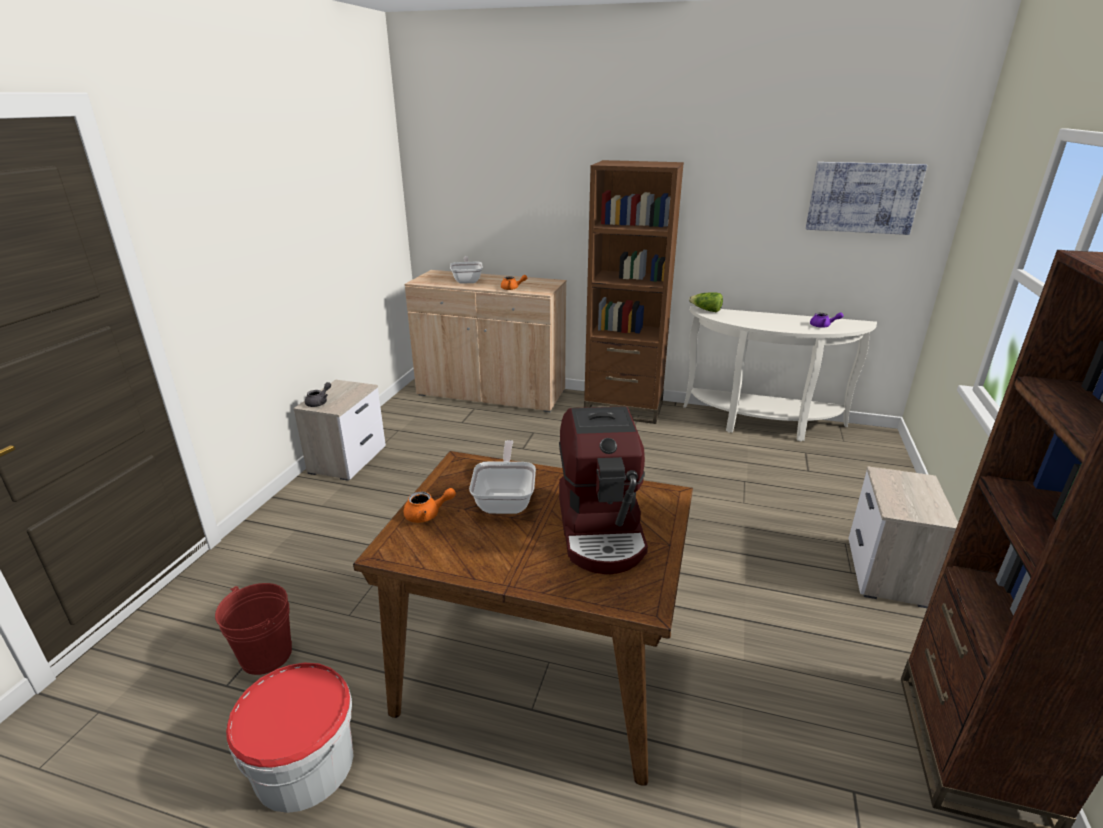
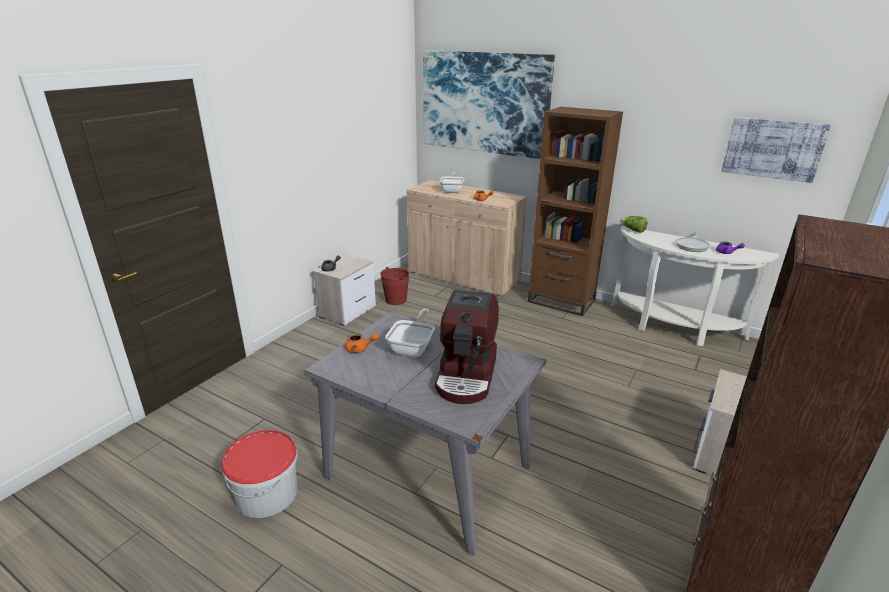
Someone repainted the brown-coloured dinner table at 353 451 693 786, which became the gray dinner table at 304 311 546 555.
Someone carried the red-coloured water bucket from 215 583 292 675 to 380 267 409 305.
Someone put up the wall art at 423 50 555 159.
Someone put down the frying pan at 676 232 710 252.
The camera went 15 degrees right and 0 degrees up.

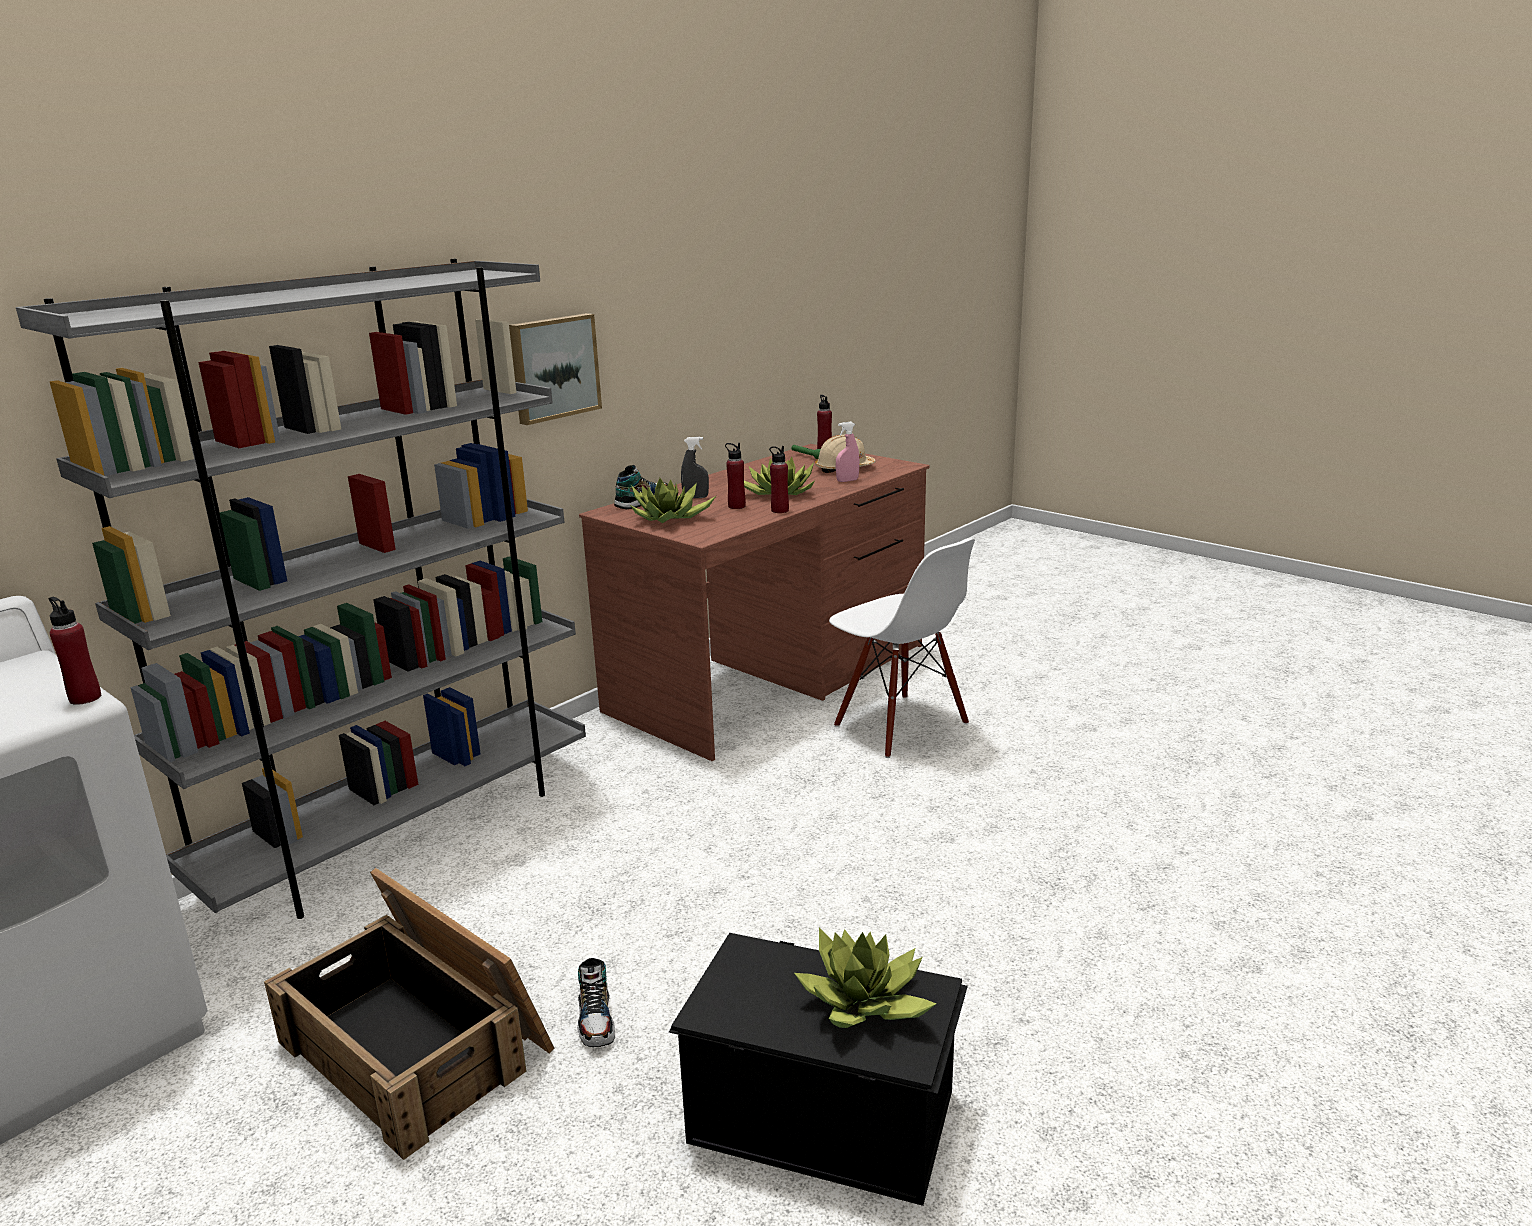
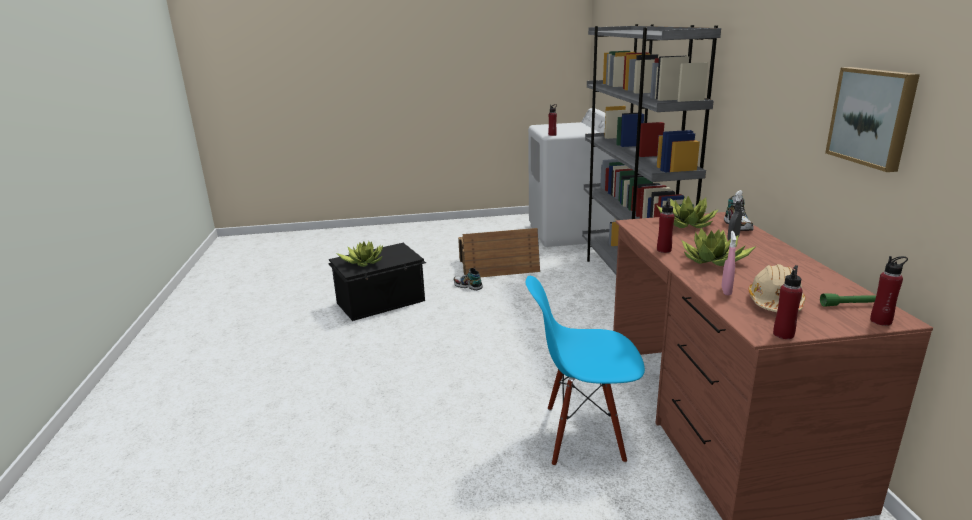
Someone repainted the white-coloured upright chair at 829 539 975 758, which became the blue upright chair at 526 276 645 466.
Someone carried the red-coloured beverage bottle from 725 443 746 509 to 773 265 803 339.
Someone carried the wall art from 509 313 602 425 to 825 67 920 172.
The camera went 130 degrees right and 0 degrees up.

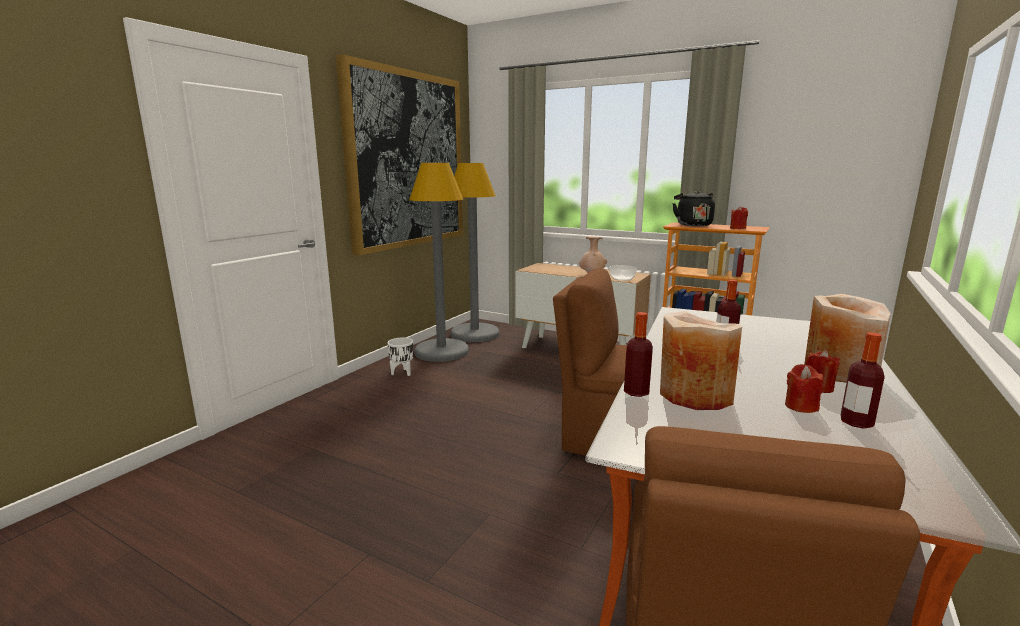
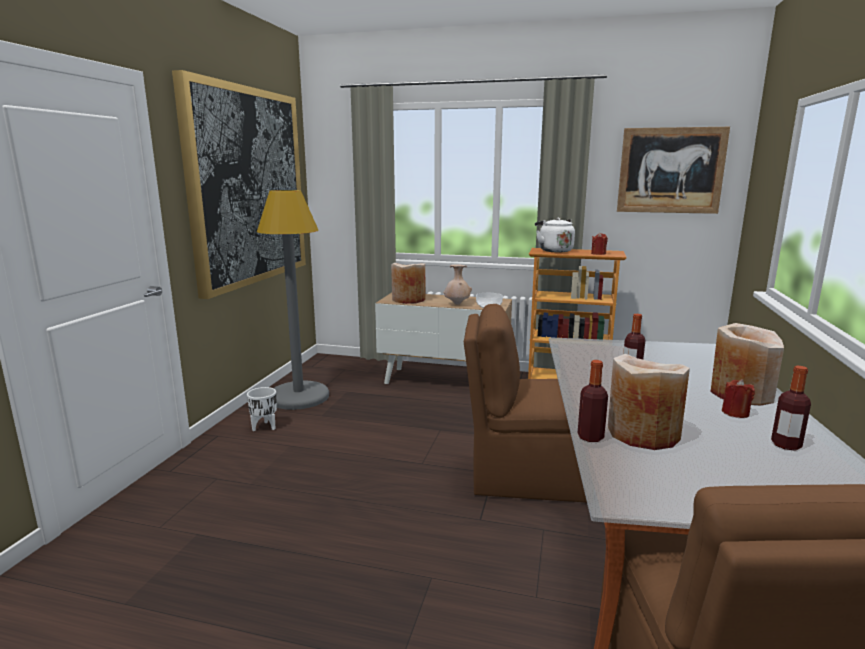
Someone put down the beige vase at 391 263 426 304.
Someone repainted the black water kettle at 672 191 715 226, which became the white-coloured water kettle at 535 218 575 252.
Someone put up the wall art at 617 127 730 214.
Someone took away the gray standing lamp at 450 163 500 342.
Someone took away the red-coloured candle at 785 364 823 413.
The camera went 15 degrees left and 0 degrees up.

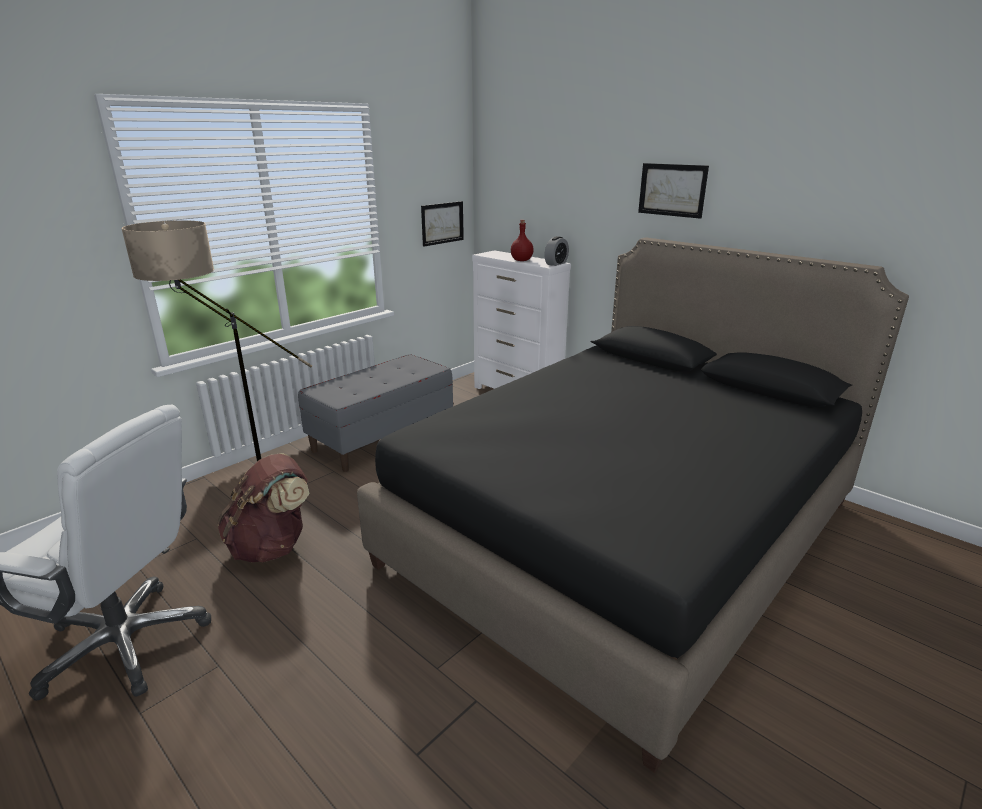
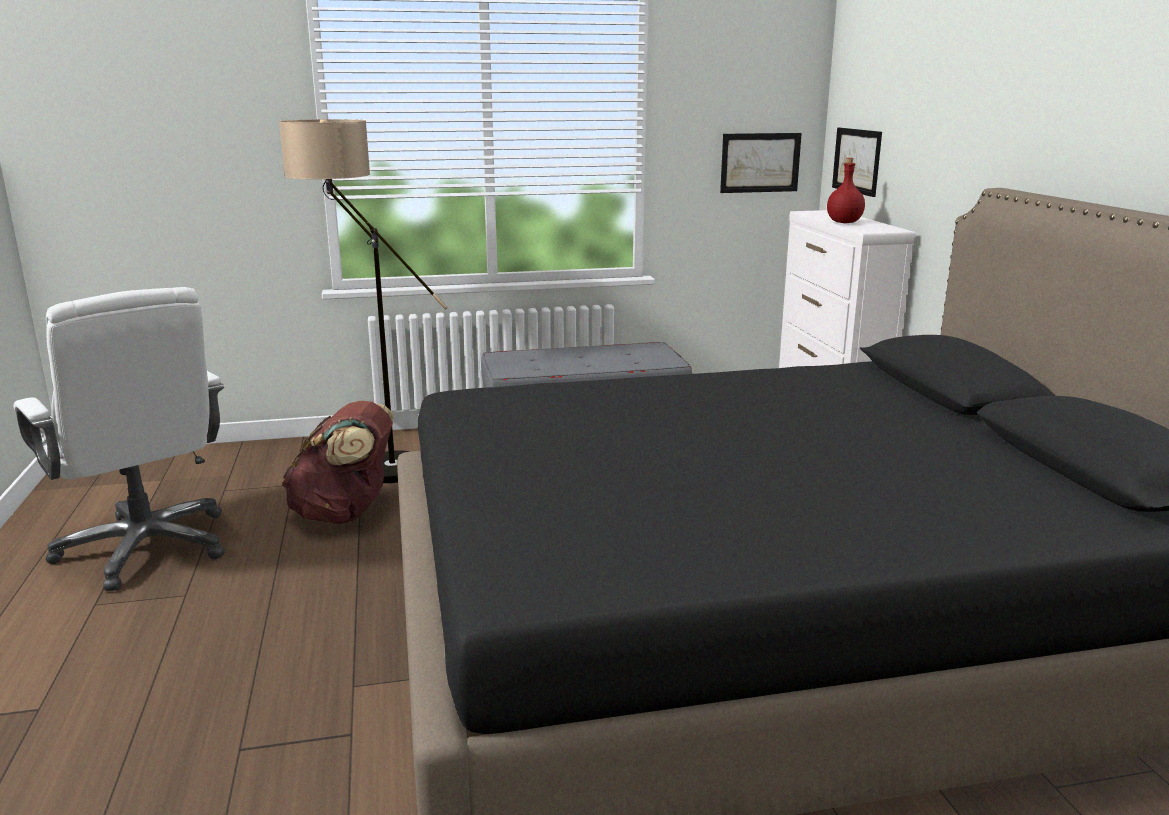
Someone carried the wall art from 638 163 709 219 to 832 128 882 197.
Someone took away the table clock at 544 236 569 266.
The camera went 35 degrees right and 5 degrees down.

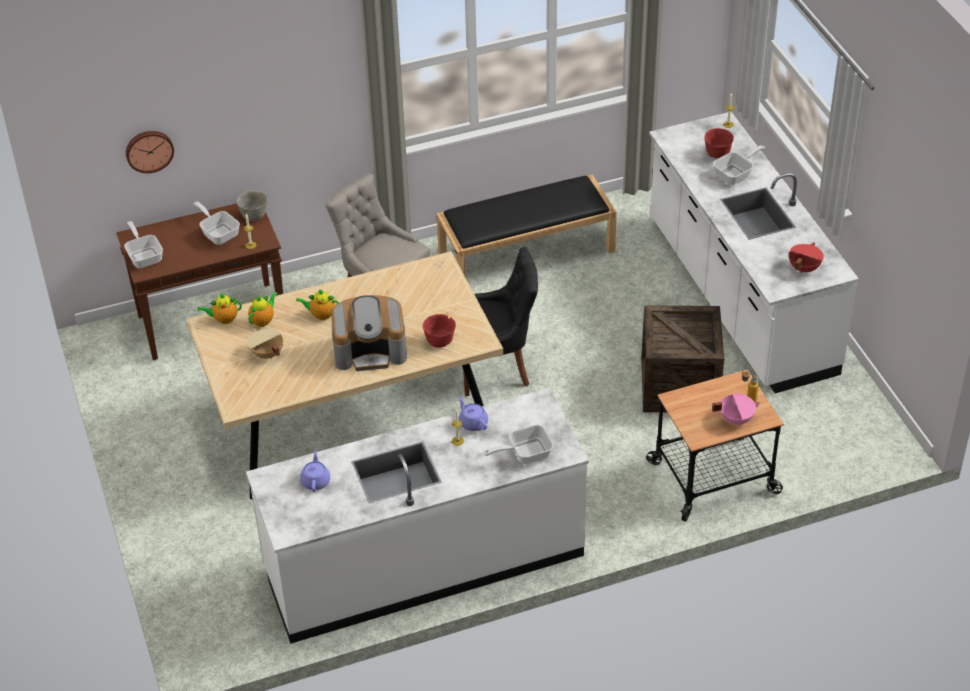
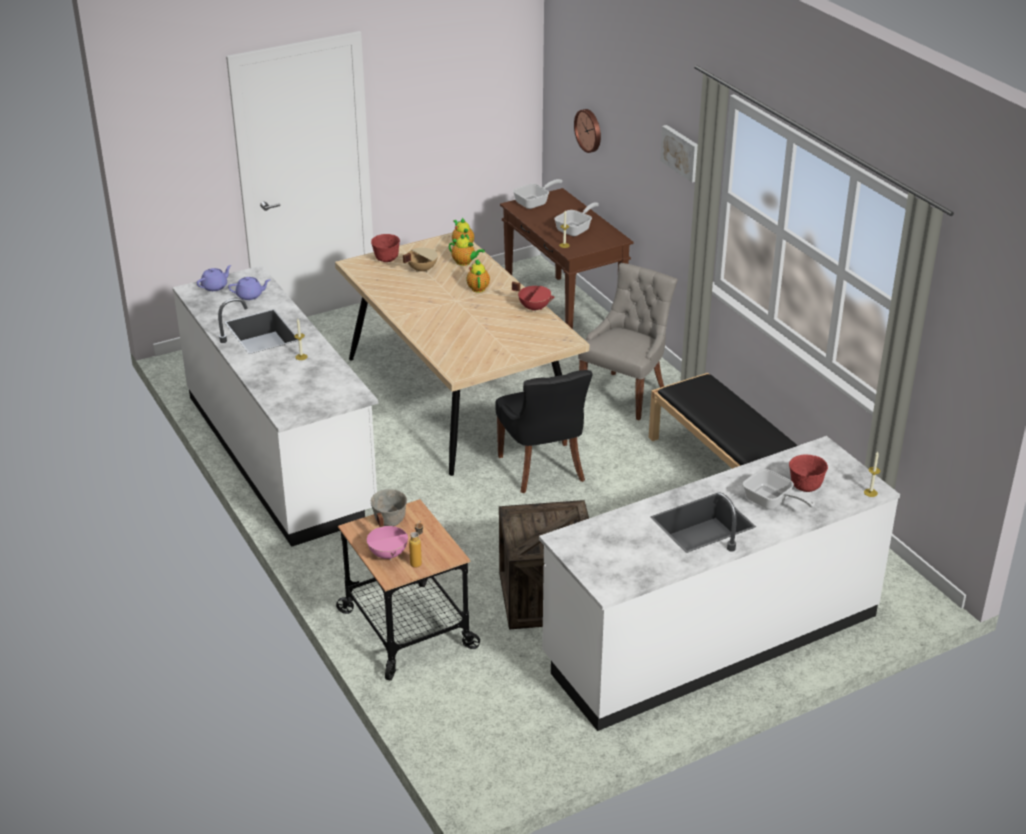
Someone carried the purple-coloured pot for tea from 458 397 488 431 to 197 265 231 291.
Someone carried the red-coloured serving bowl from 423 314 456 348 to 371 234 400 262.
Someone carried the gray serving bowl from 237 190 268 221 to 371 489 407 526.
Someone carried the red-coloured stockpot from 789 242 824 273 to 512 282 555 312.
Someone put up the wall art at 660 125 698 183.
Someone took away the coffee maker at 331 295 407 371.
Someone took away the frying pan at 484 425 554 464.
The camera went 80 degrees right and 10 degrees down.

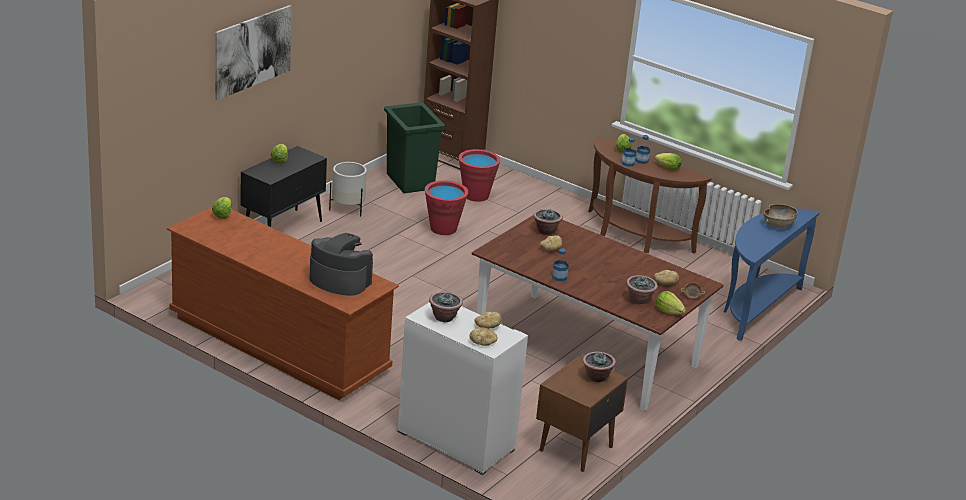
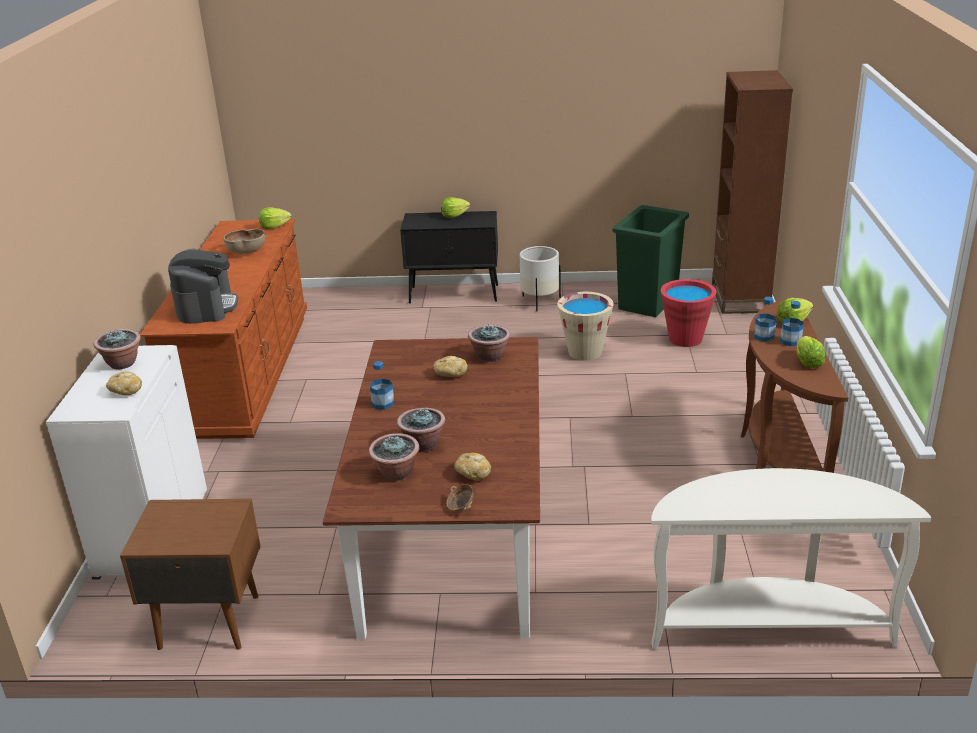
Someone carried the brown-coloured serving bowl from 763 204 798 228 to 223 229 265 254.
Someone carried the plant in a pot from 583 352 616 382 to 397 408 445 452.
Someone repainted the red-coloured water bucket at 425 180 468 235, which became the beige water bucket at 557 292 614 361.
Someone repainted the blue narrow table at 724 209 820 341, which became the white-coloured narrow table at 651 468 931 649.
Someone took away the wall art at 215 5 292 100.
Someone took away the bakery bread at 469 328 497 346.
Someone took away the lettuce head at 656 291 686 314.
The camera went 60 degrees right and 0 degrees up.

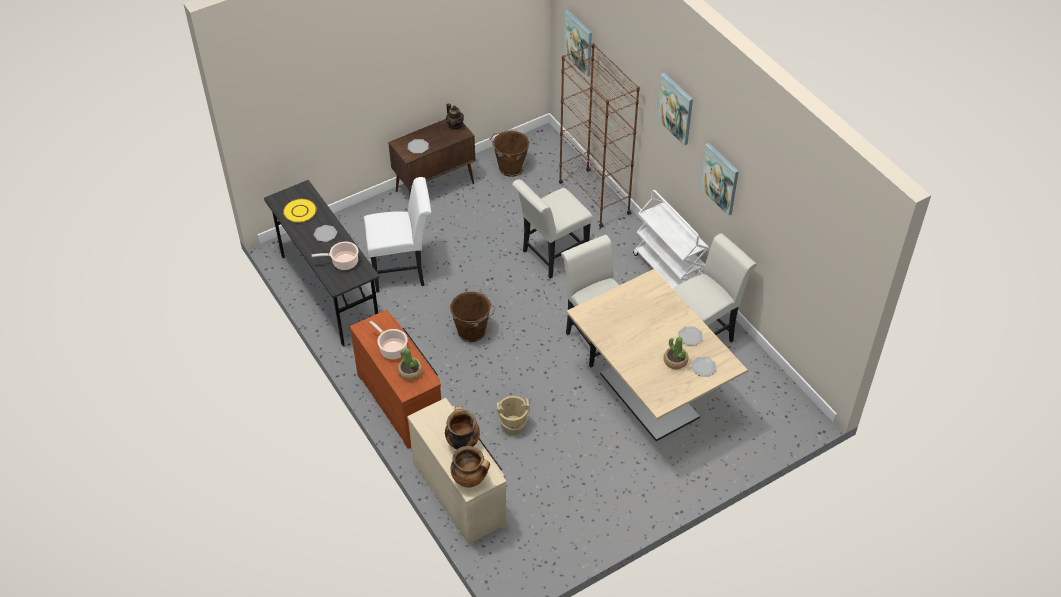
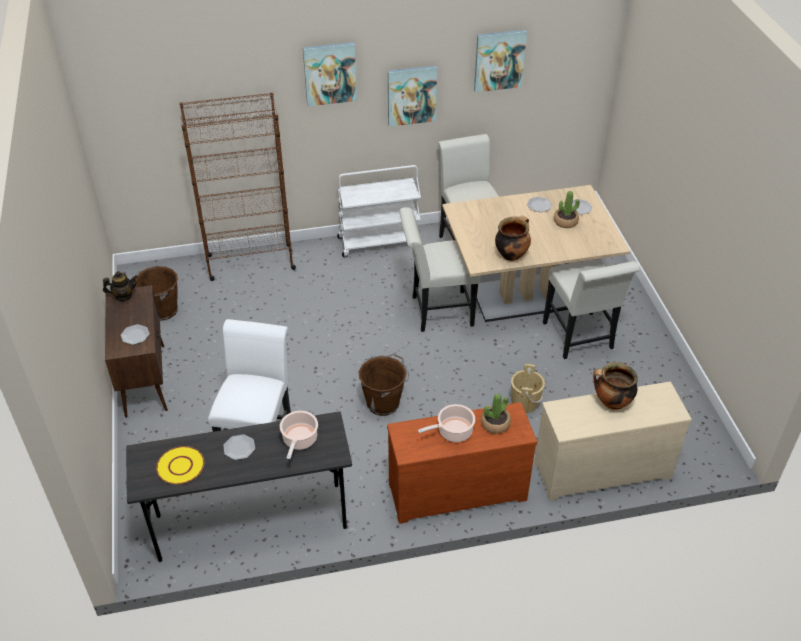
Someone carried the wall art from 563 9 592 77 to 474 30 527 92.
Someone carried the stockpot from 450 446 490 488 to 495 215 531 261.
Someone carried the white-coloured upright chair from 512 179 593 279 to 543 259 640 359.
The camera went 70 degrees left and 5 degrees down.

